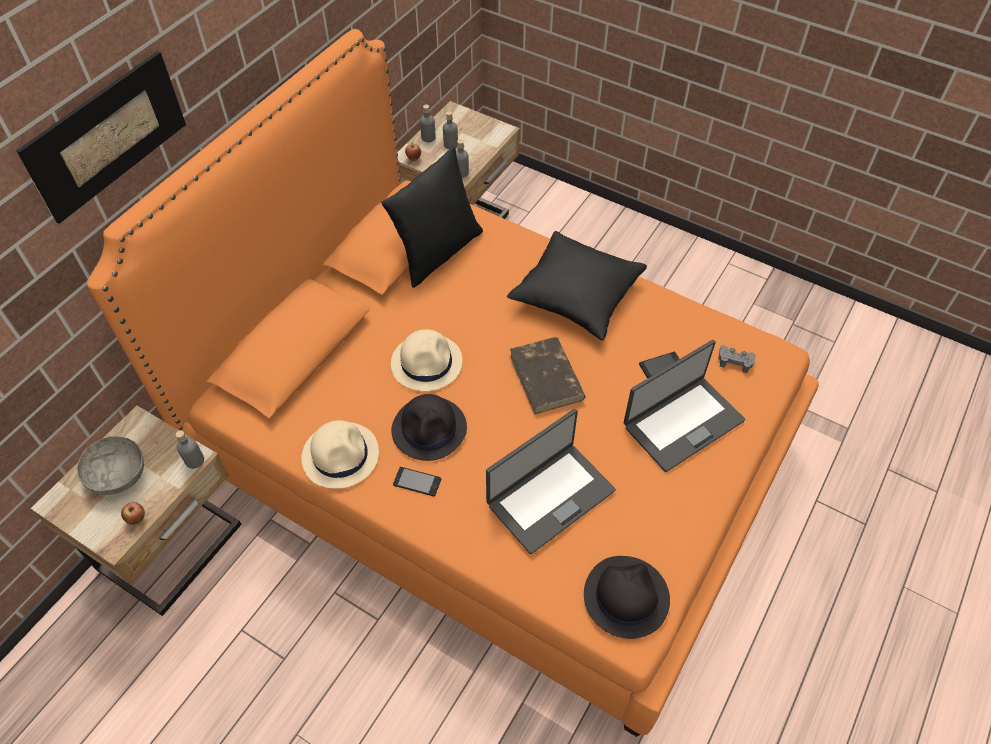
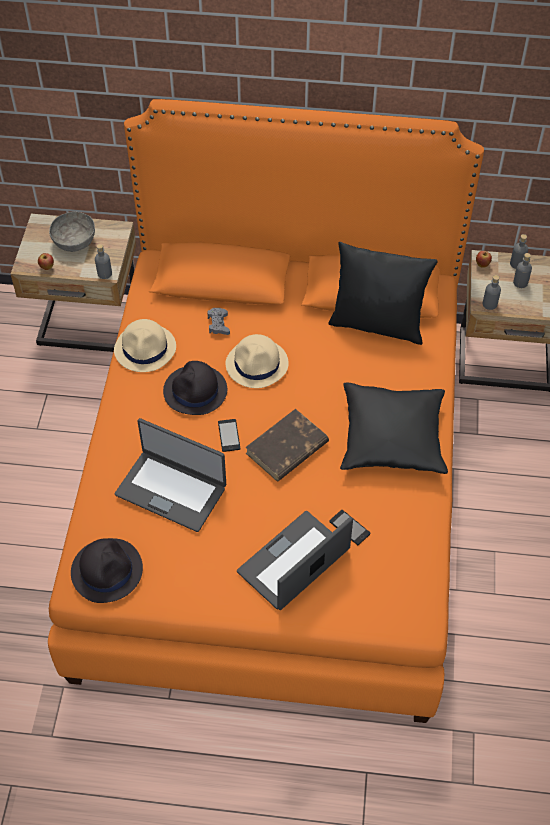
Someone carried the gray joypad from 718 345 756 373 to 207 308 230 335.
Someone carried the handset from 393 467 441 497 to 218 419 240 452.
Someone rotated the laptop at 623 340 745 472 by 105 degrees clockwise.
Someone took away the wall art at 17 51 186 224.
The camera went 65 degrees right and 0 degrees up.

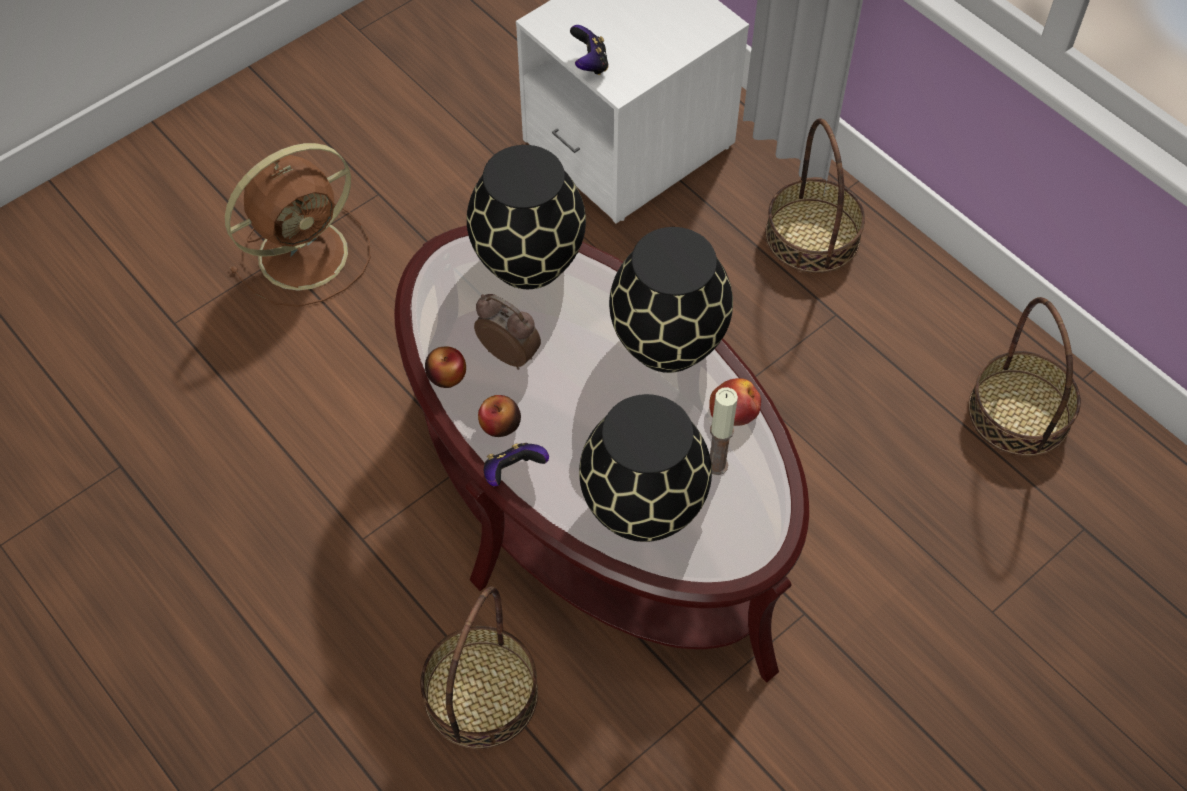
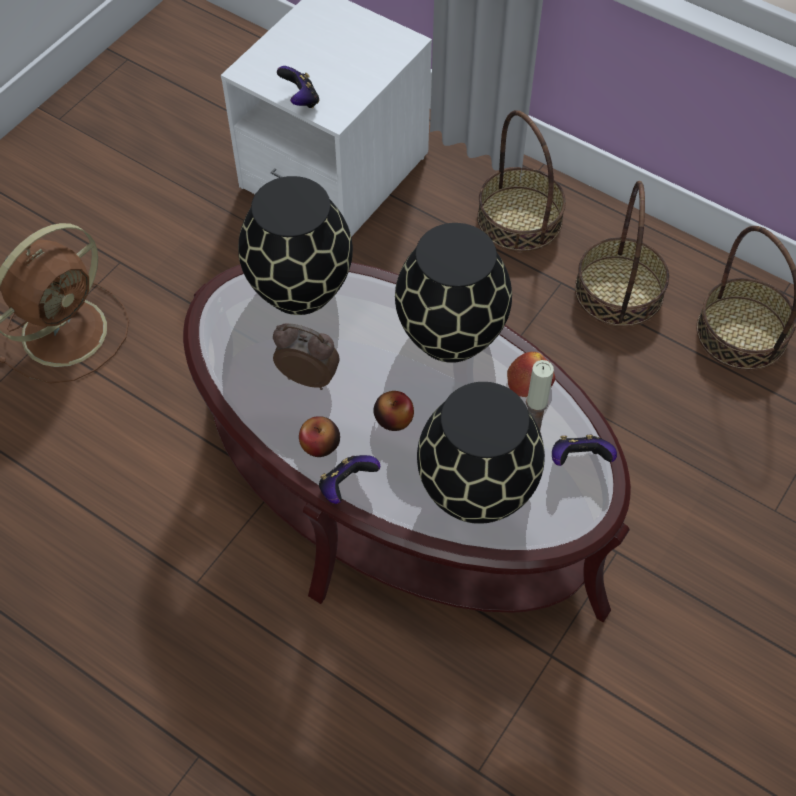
Someone carried the apple from 425 347 466 388 to 373 391 414 431.
Someone put down the joypad at 552 435 617 466.
Someone carried the storage basket from 420 587 538 749 to 575 181 669 327.
The camera went 15 degrees left and 0 degrees up.

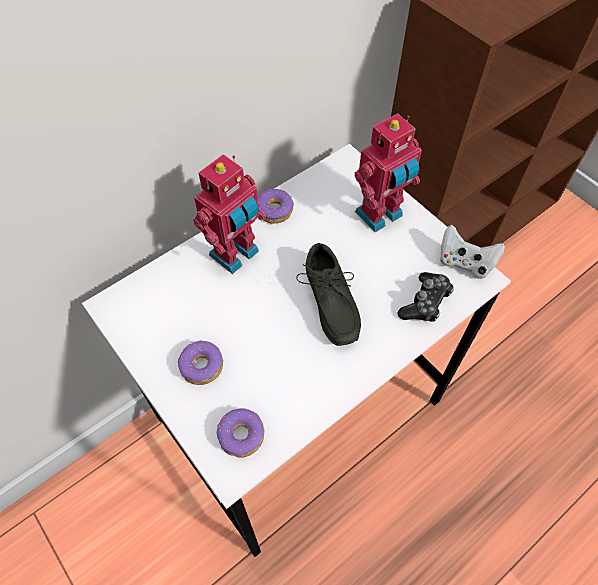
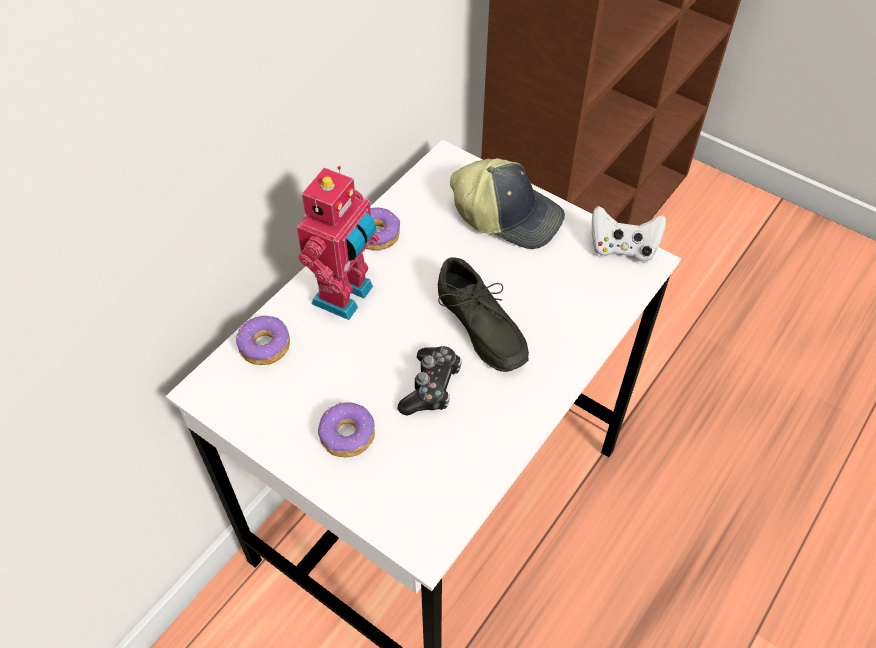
Someone carried the donut from 216 408 264 458 to 235 316 290 365.
Someone carried the joypad from 397 272 454 322 to 398 346 462 416.
Someone swapped the toy robot at 355 113 422 232 for the cap at 450 158 565 249.
The camera went 15 degrees left and 5 degrees down.

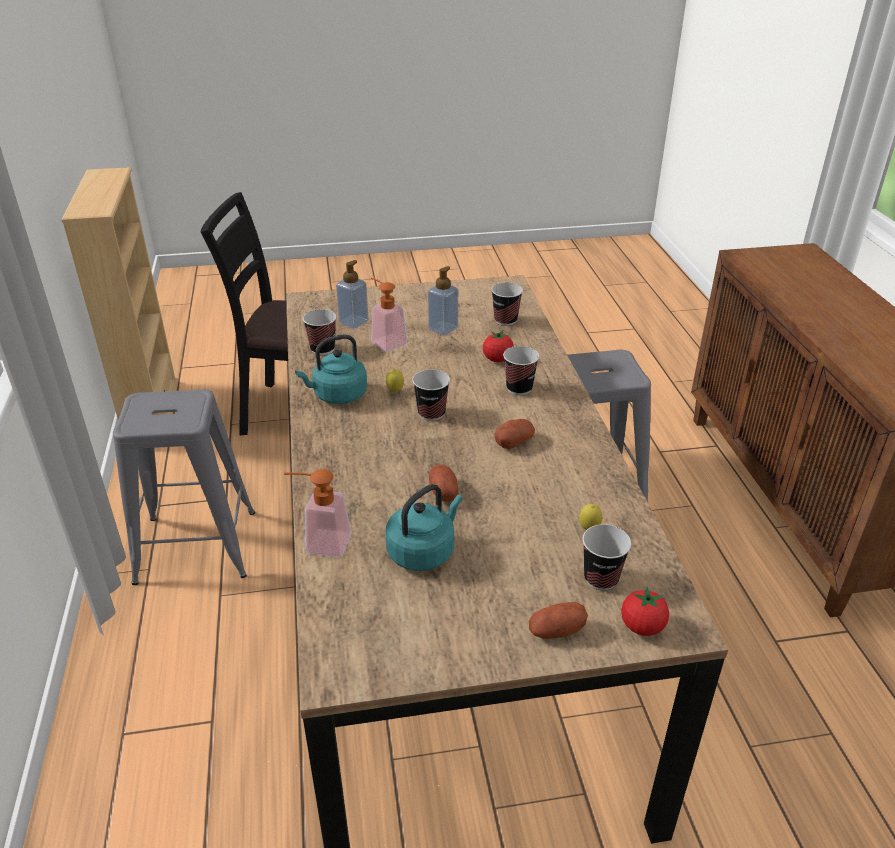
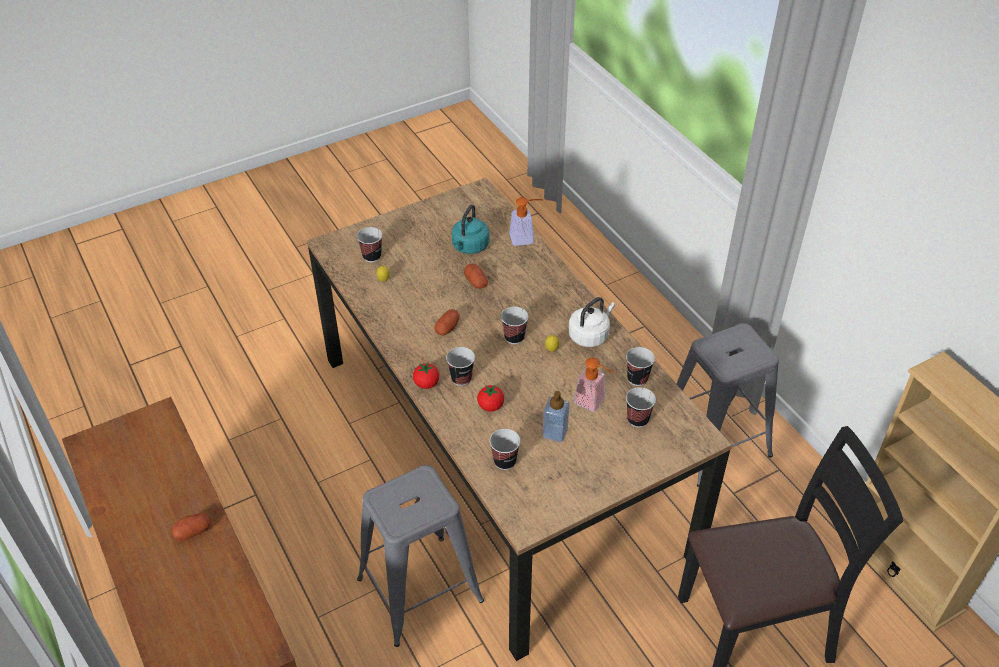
Someone carried the potato from 529 602 588 639 to 172 513 211 541.
Someone carried the fresh tomato from 621 587 669 636 to 413 362 439 389.
Someone repainted the turquoise-coloured water kettle at 295 334 367 404, which became the white-coloured water kettle at 568 297 615 347.
Someone swapped the soap dispenser at 336 260 369 329 for the drinking cup at 626 387 656 427.
The camera went 160 degrees right and 10 degrees up.

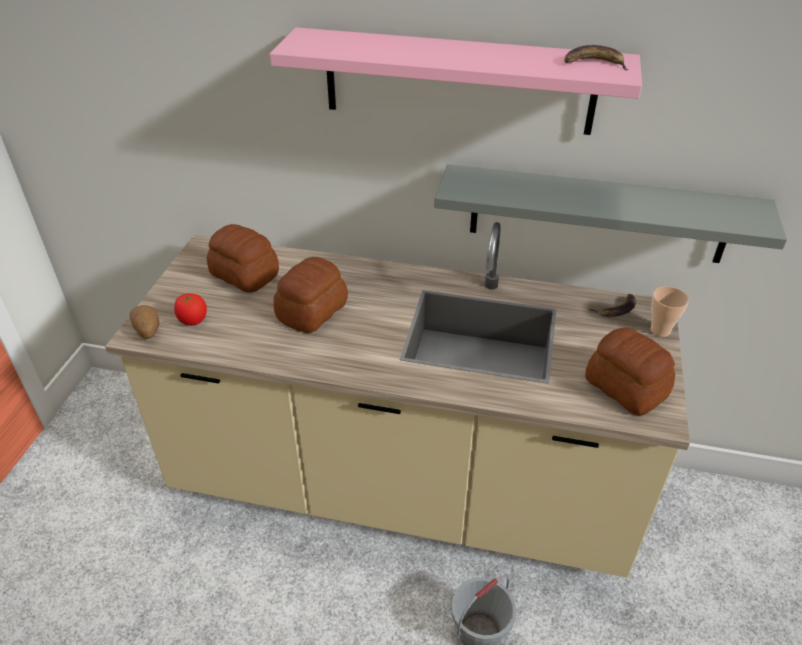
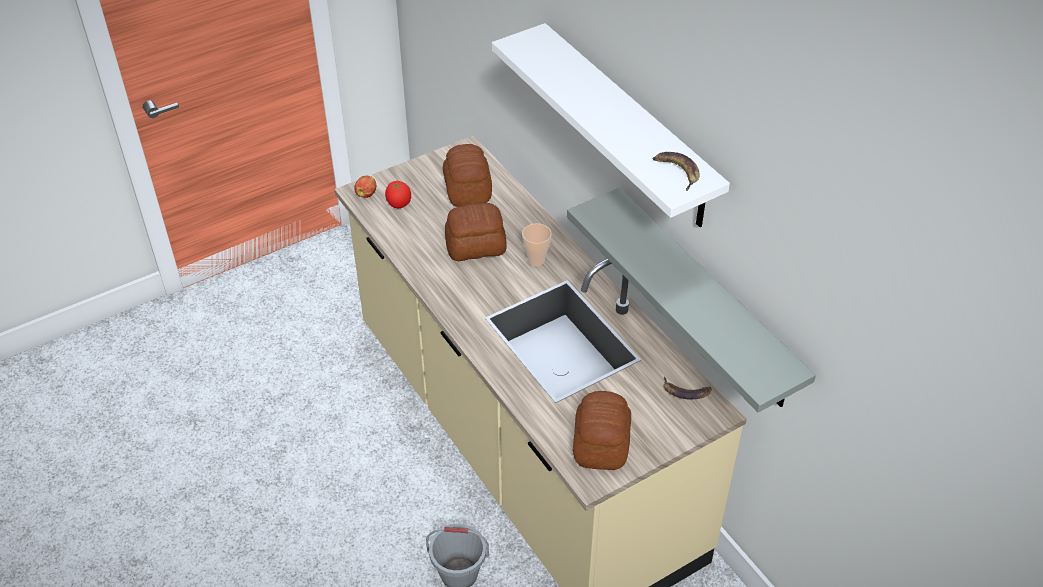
Someone swapped the potato at 129 305 159 339 for the apple at 354 176 376 198.
Someone repainted the pink shelf at 270 27 642 135, which became the white-coloured shelf at 492 23 730 227.
Someone carried the drinking cup from 651 286 689 337 to 522 224 552 266.
The camera went 45 degrees right and 5 degrees up.

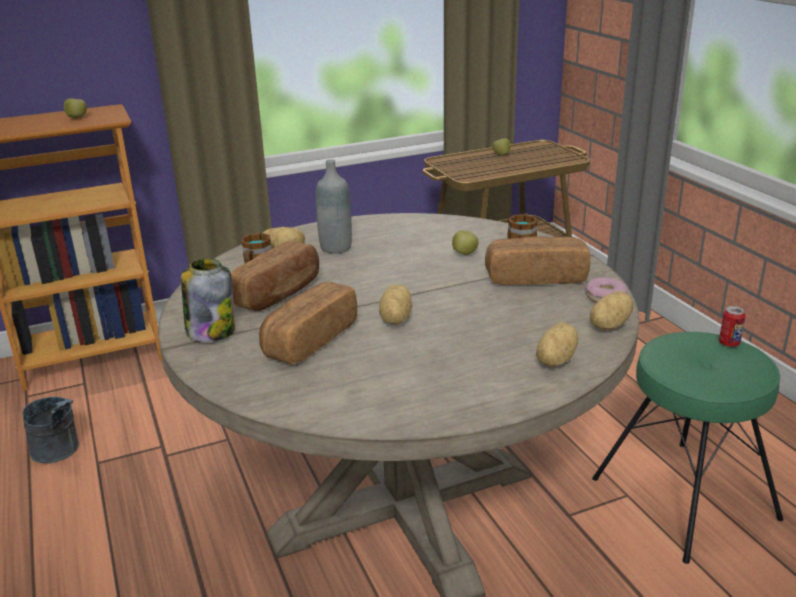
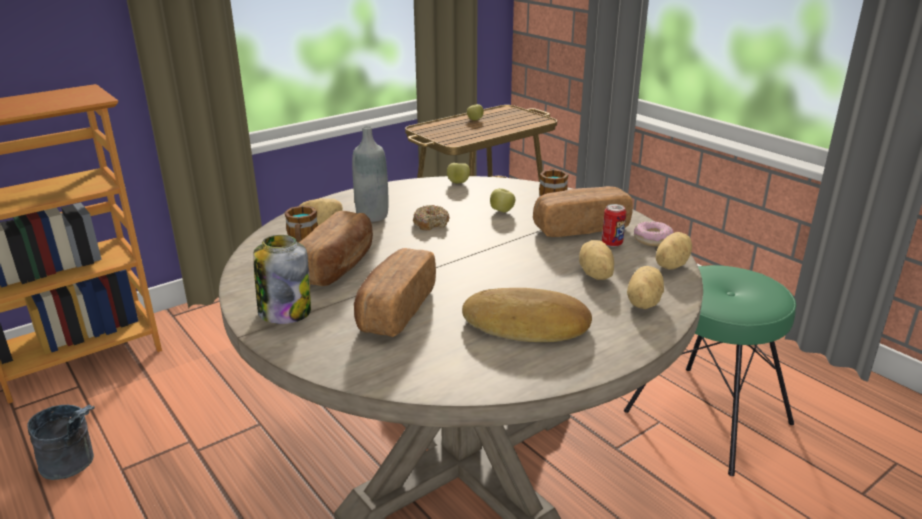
Someone put down the donut at 413 205 450 230.
Someone carried the apple from 64 98 87 118 to 447 163 470 183.
Someone put down the bakery bread at 462 288 592 342.
Someone carried the potato from 379 284 412 325 to 579 240 614 280.
Someone carried the metal can from 719 306 746 347 to 602 204 626 247.
The camera went 15 degrees left and 0 degrees up.

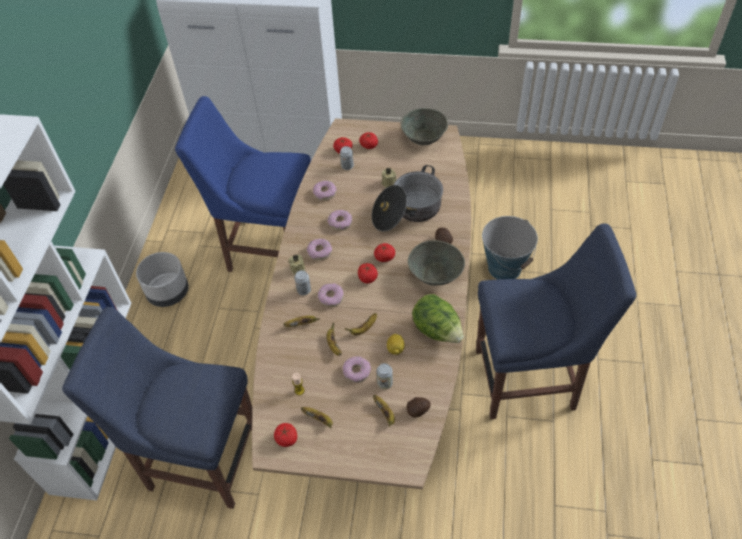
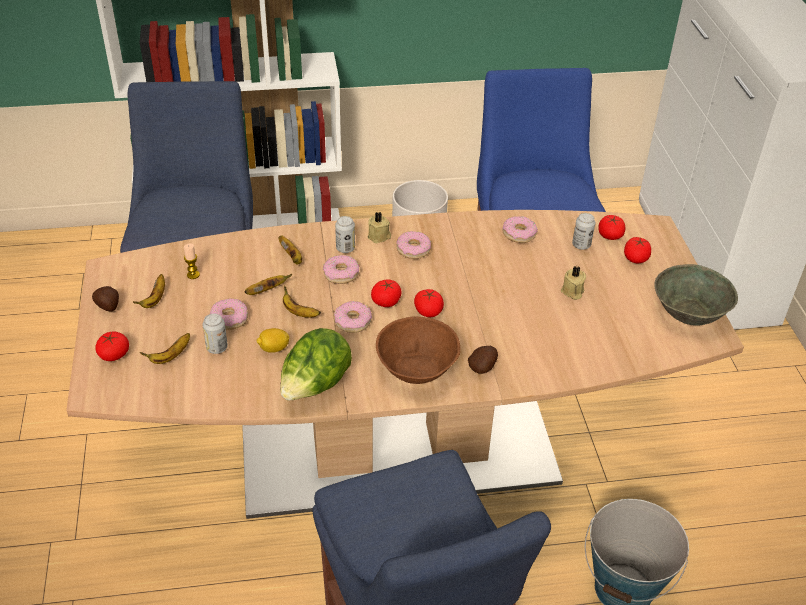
Someone carried the potato from 407 397 431 417 to 92 286 119 312.
Someone carried the fresh tomato from 274 423 297 447 to 95 331 129 361.
Someone carried the donut from 328 210 352 231 to 334 301 372 333.
Someone repainted the gray serving bowl at 408 240 465 286, which became the brown-coloured serving bowl at 376 317 460 384.
Someone took away the stockpot at 372 165 443 232.
The camera went 70 degrees right and 10 degrees down.

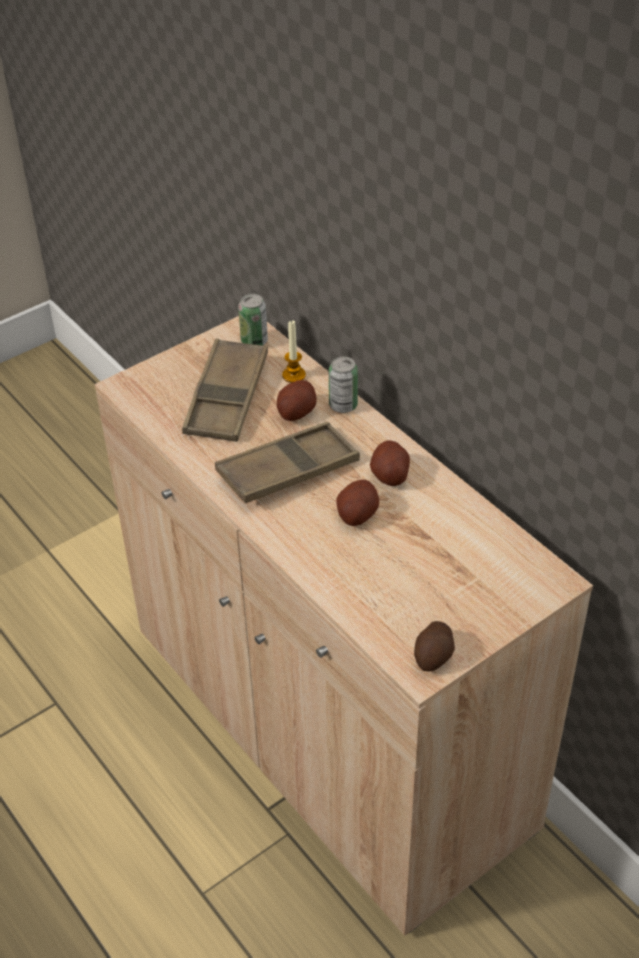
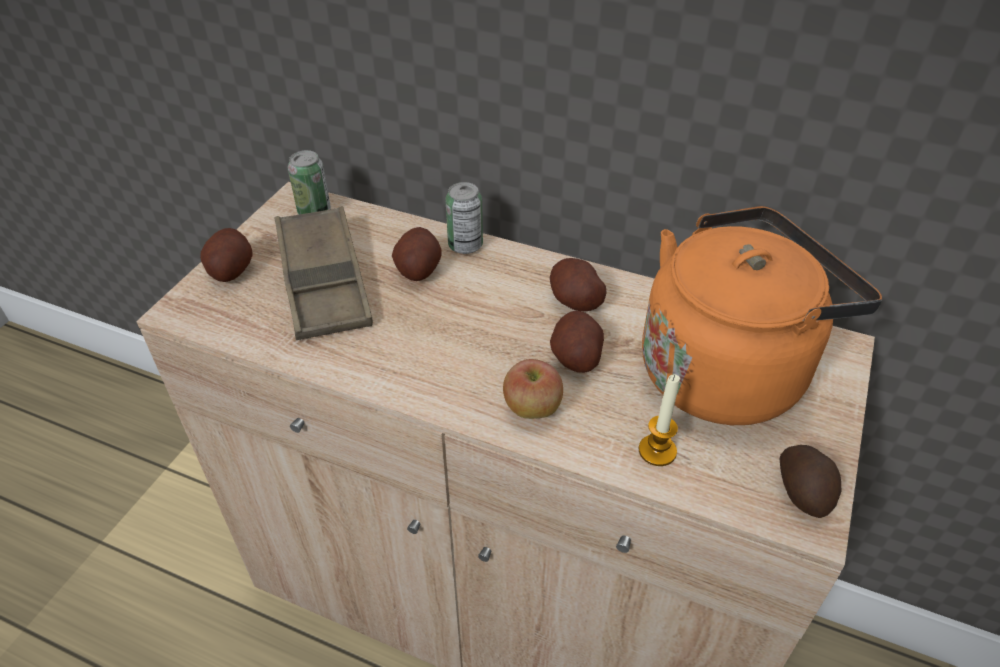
Someone put down the potato at 200 228 253 282.
Someone put down the apple at 503 359 563 419.
Someone carried the candle from 282 320 306 383 to 639 374 680 466.
Someone put down the orangey water kettle at 642 206 882 425.
Someone took away the brown-coloured carrying tray at 215 422 360 503.
The camera went 30 degrees left and 0 degrees up.

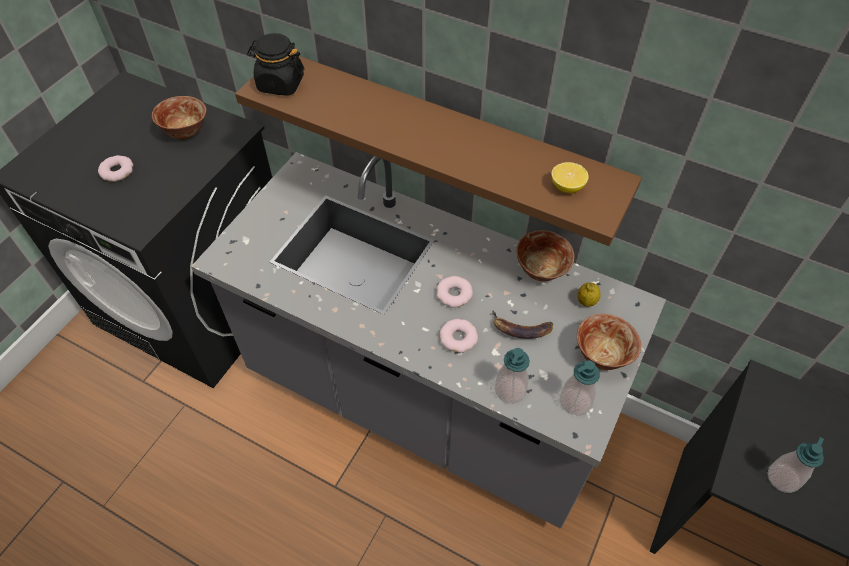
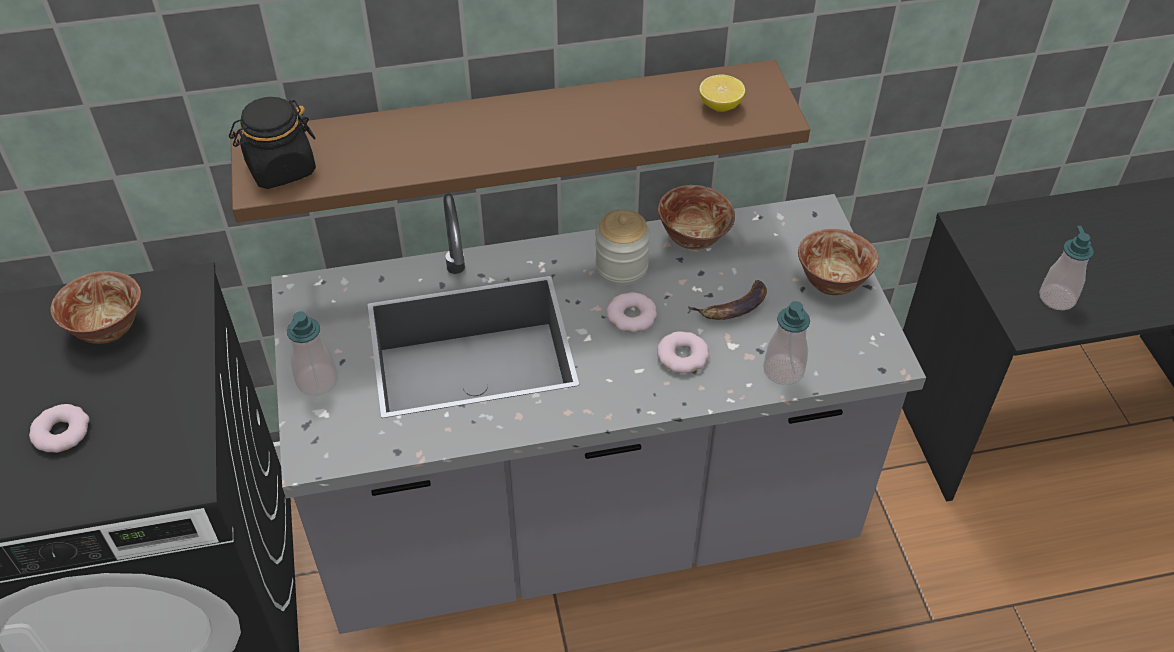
Someone carried the soap dispenser from 560 360 600 416 to 287 311 338 396.
Someone put down the jar at 595 209 650 286.
Someone took away the whole lemon at 577 282 601 307.
The camera went 40 degrees left and 5 degrees down.

